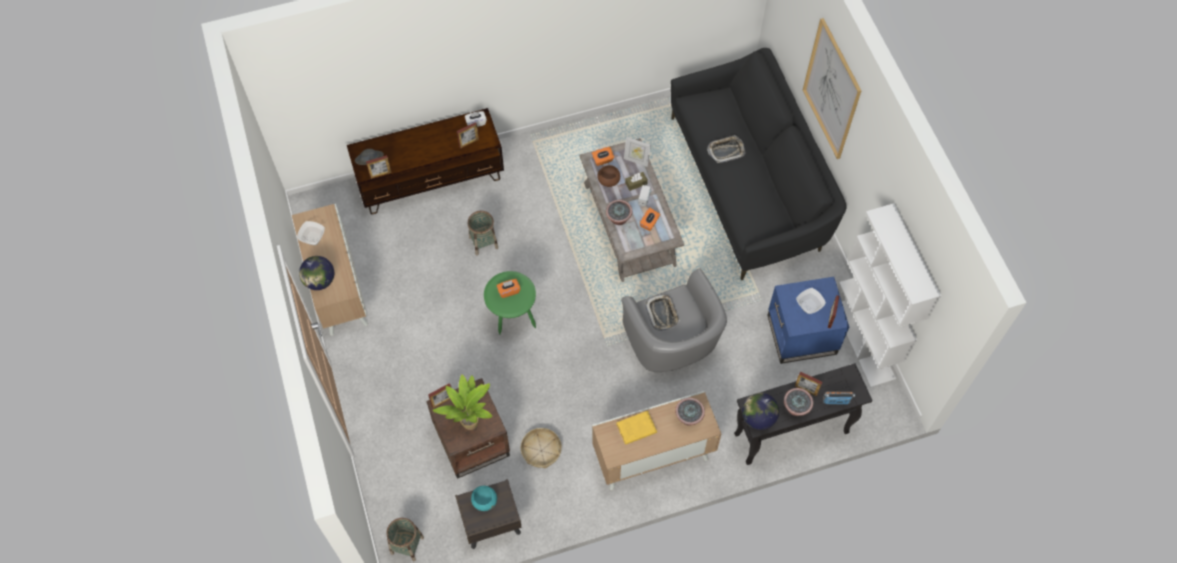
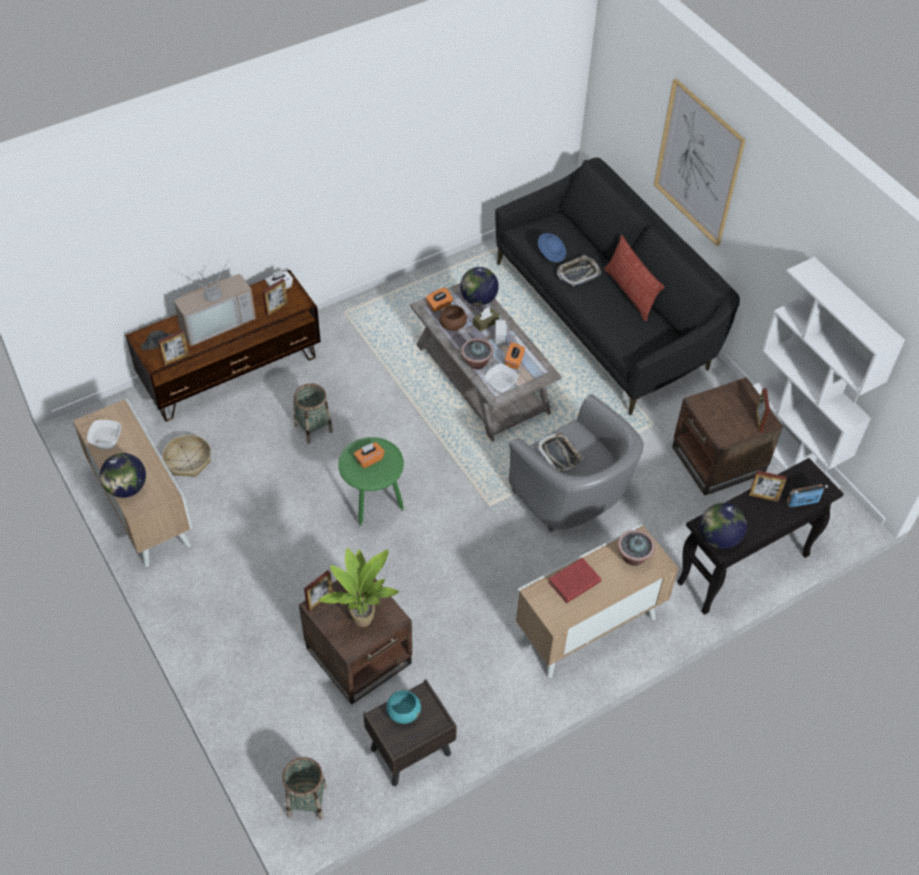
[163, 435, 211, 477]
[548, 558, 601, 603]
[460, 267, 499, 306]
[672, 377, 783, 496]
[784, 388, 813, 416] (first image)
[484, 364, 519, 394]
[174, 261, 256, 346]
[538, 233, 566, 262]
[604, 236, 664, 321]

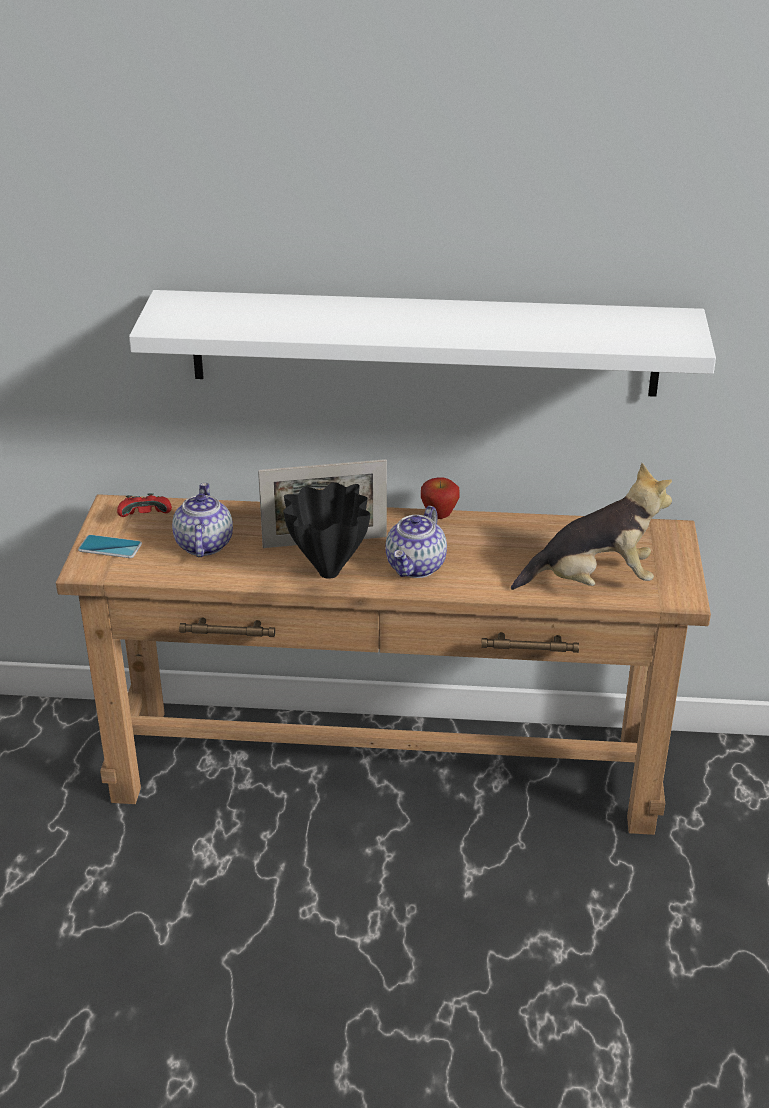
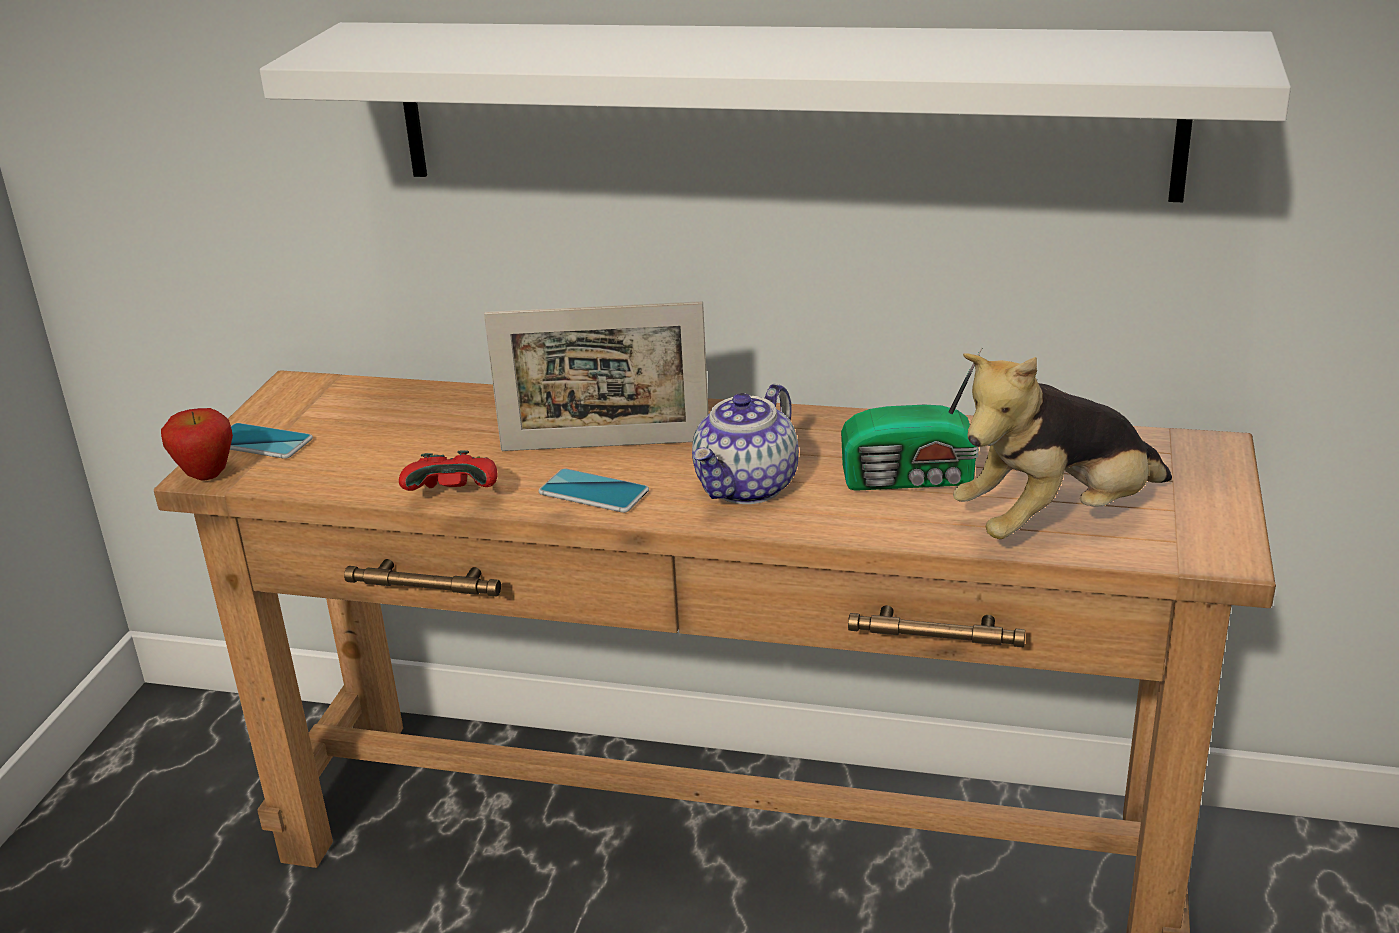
[399, 450, 498, 491]
[172, 483, 233, 557] (first image)
[539, 469, 649, 513]
[161, 408, 233, 481]
[953, 353, 1172, 539]
[841, 347, 982, 491]

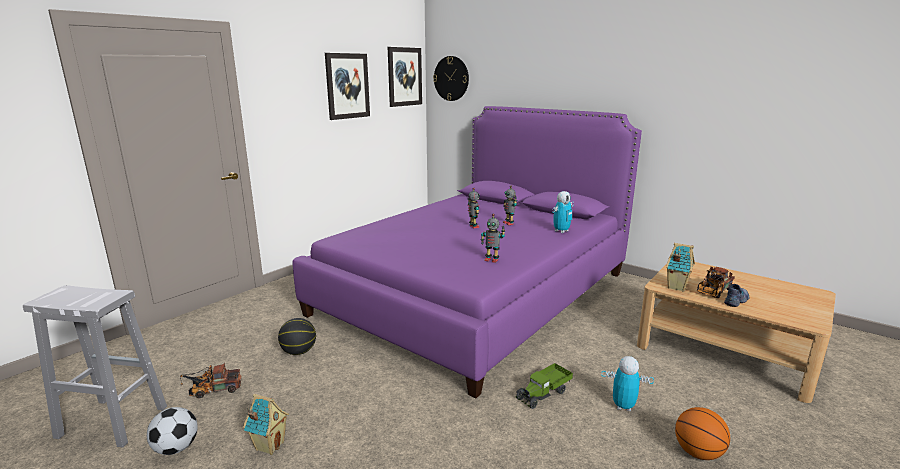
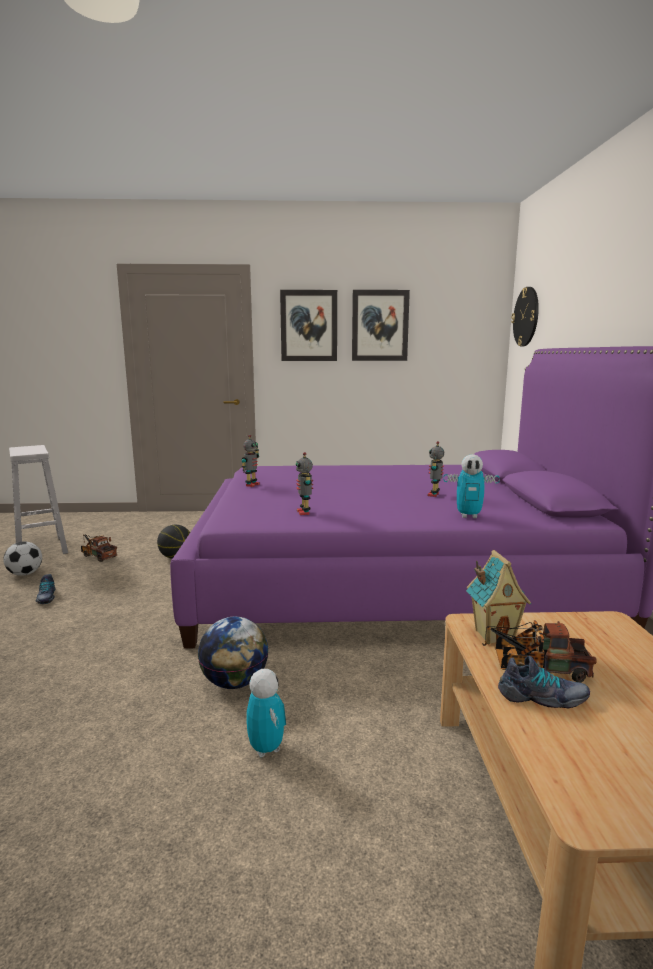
[36, 574, 56, 604]
[280, 290, 337, 361]
[241, 435, 260, 487]
[198, 617, 268, 689]
[675, 407, 730, 460] (first image)

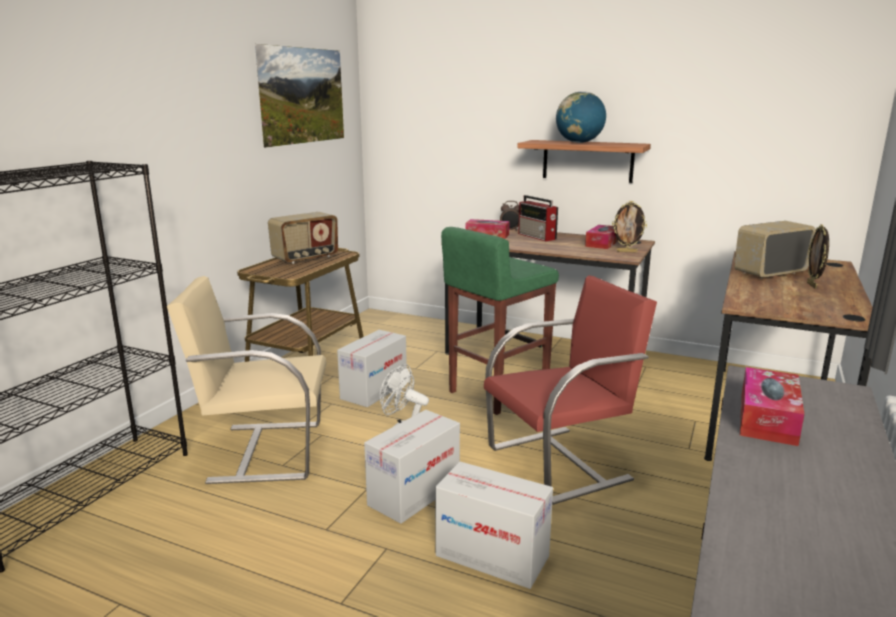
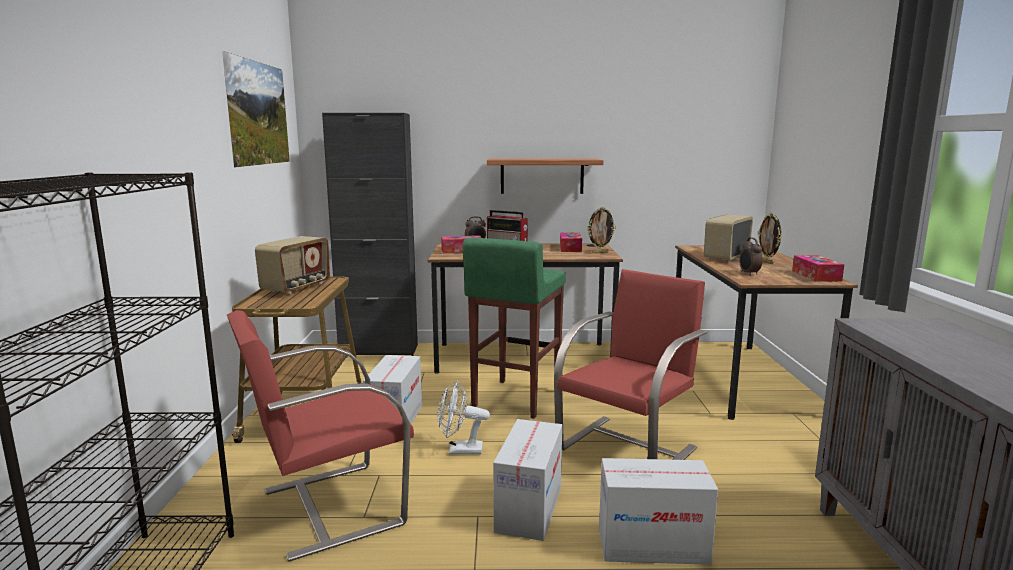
[227, 310, 414, 562]
[556, 91, 606, 143] (first image)
[792, 255, 844, 282]
[322, 113, 418, 356]
[739, 237, 763, 276]

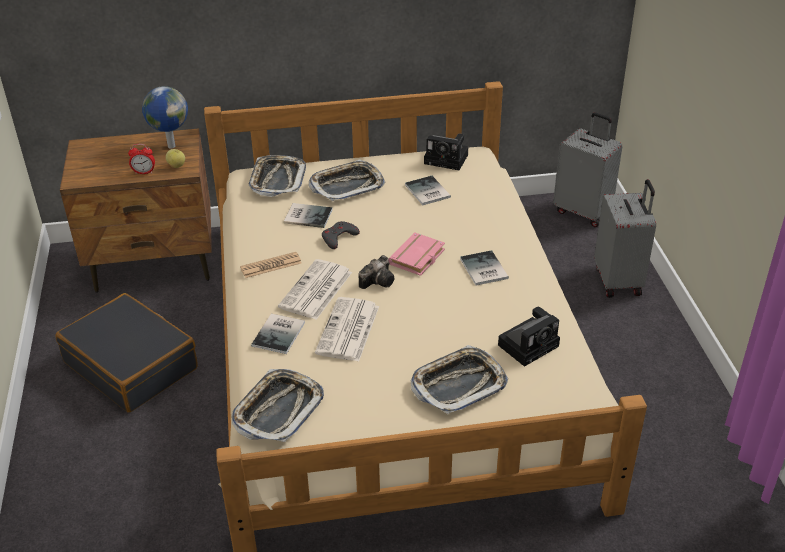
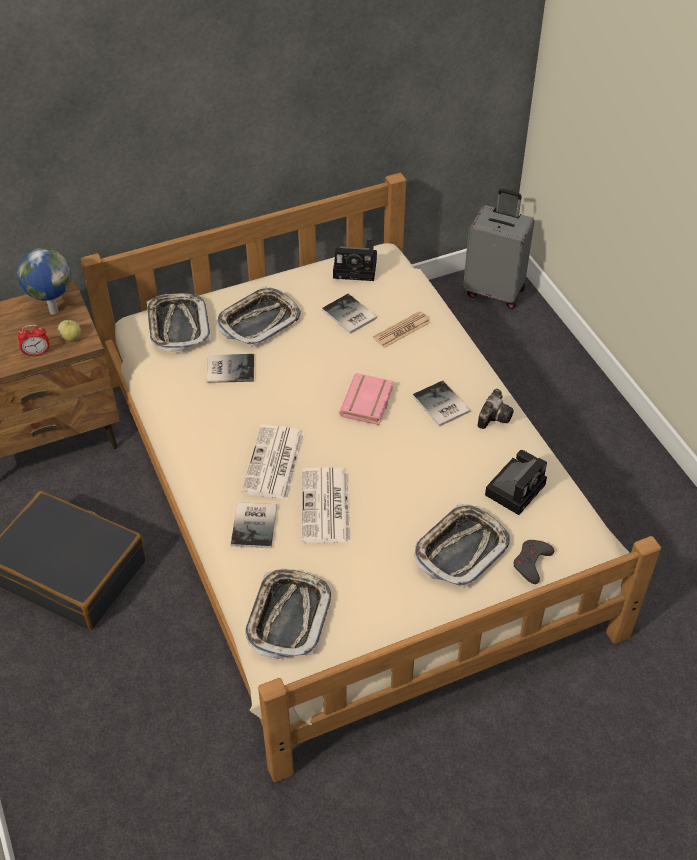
[373, 311, 430, 348]
[514, 540, 554, 584]
[477, 389, 513, 429]
[594, 179, 656, 298] (first image)

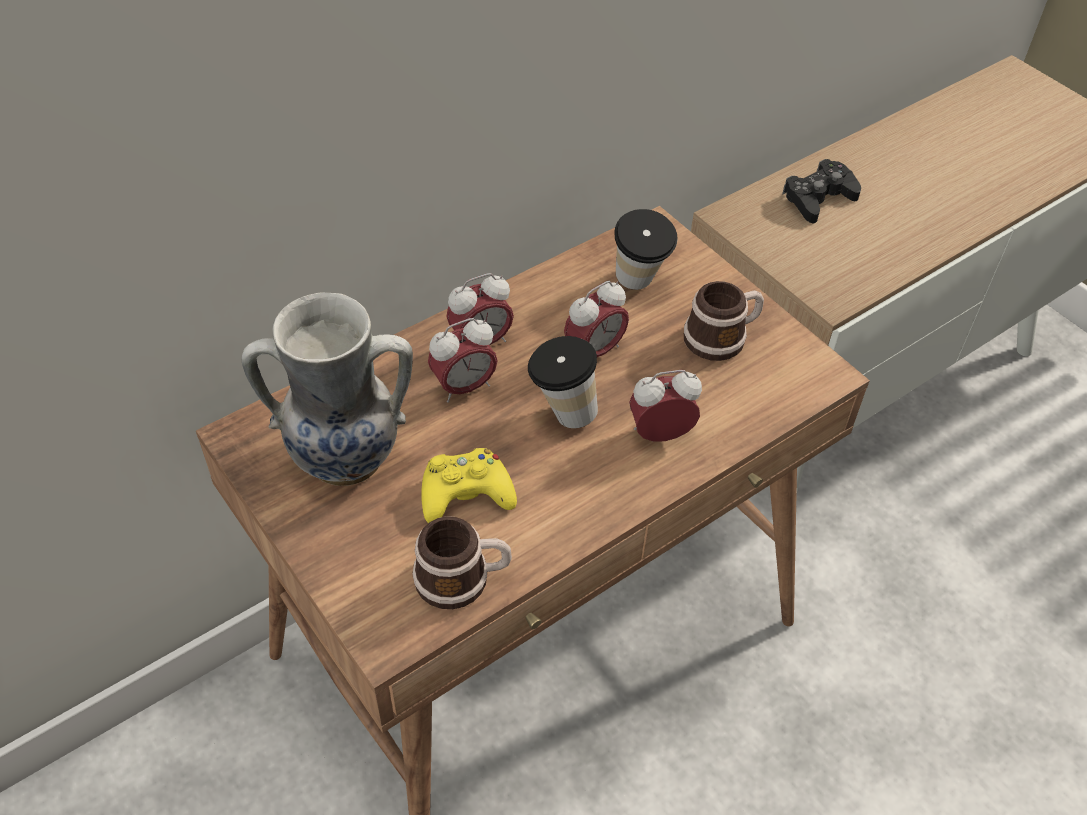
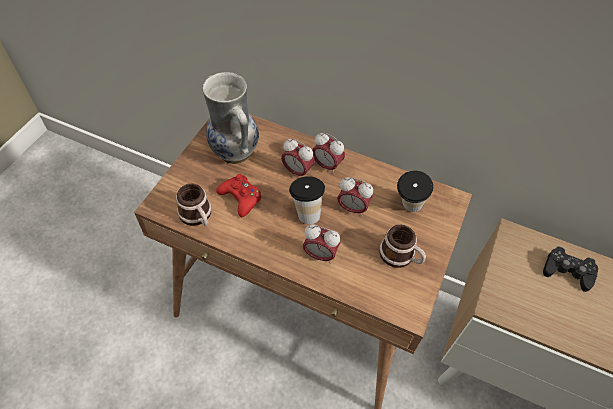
[216, 174, 261, 217]
[303, 224, 340, 264]

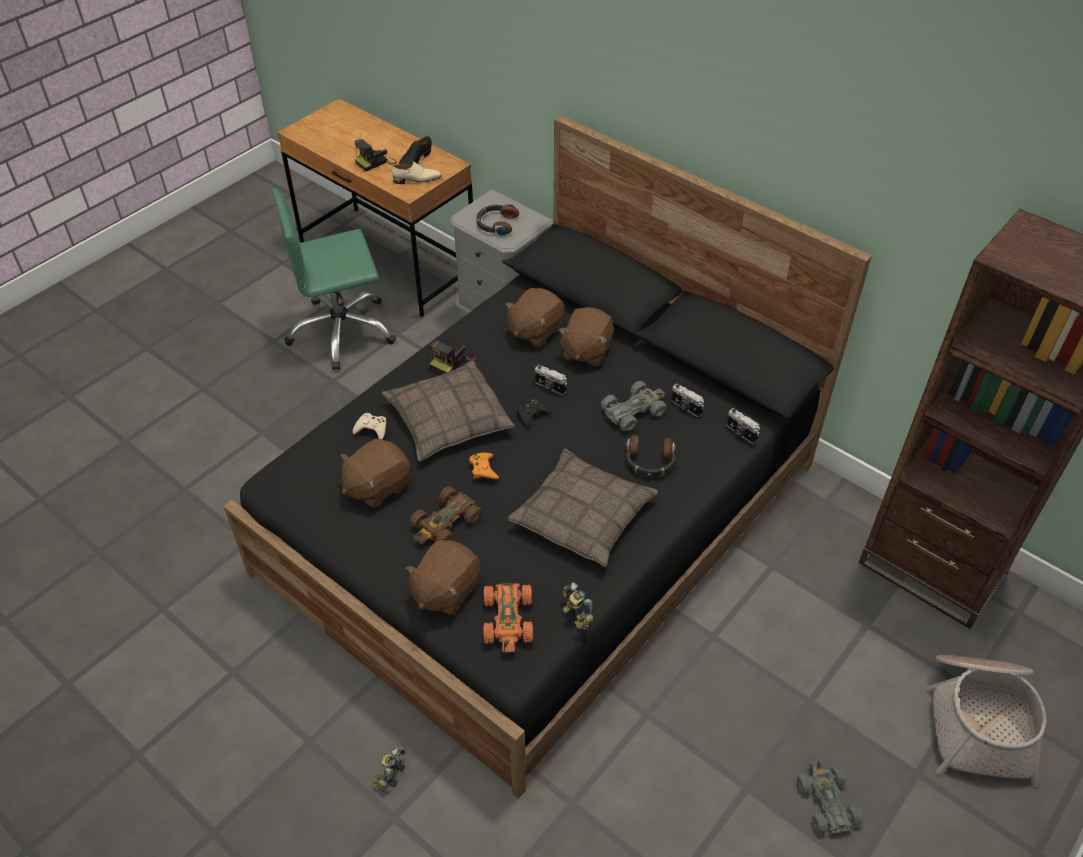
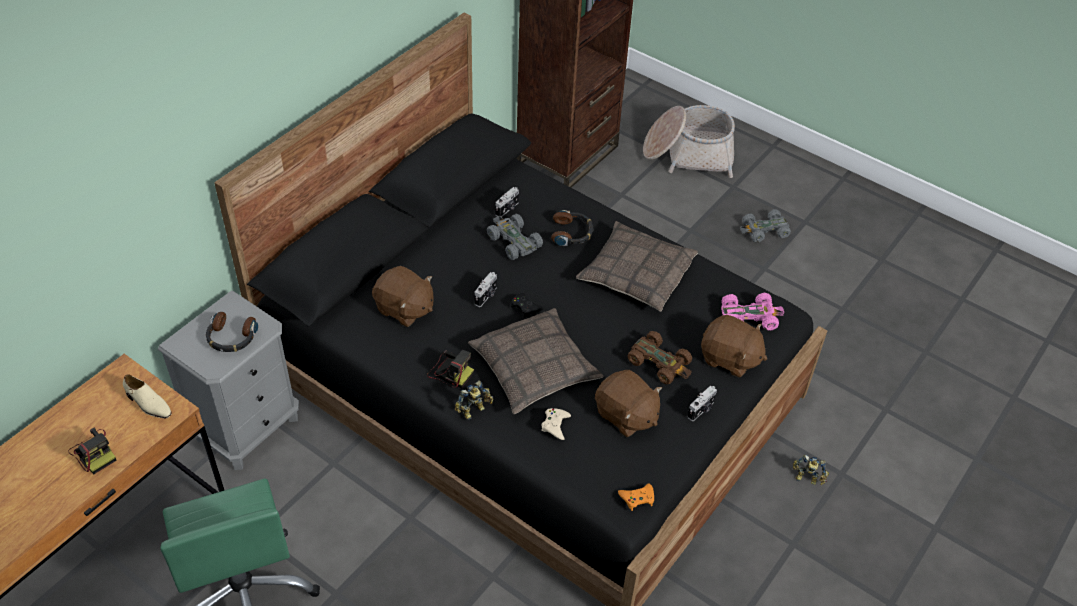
[123, 374, 172, 418]
[399, 136, 432, 165] (first image)
[618, 484, 654, 511]
[721, 293, 784, 331]
[558, 307, 614, 366] (first image)
[454, 380, 494, 420]
[687, 386, 717, 421]

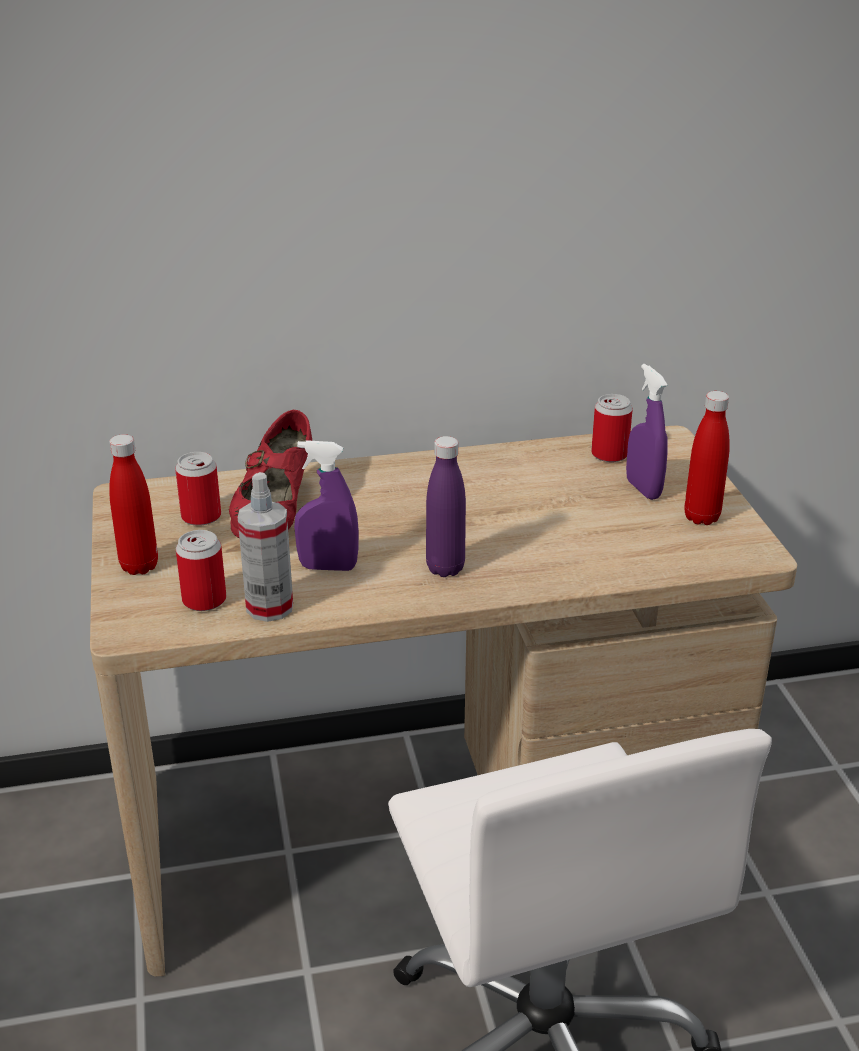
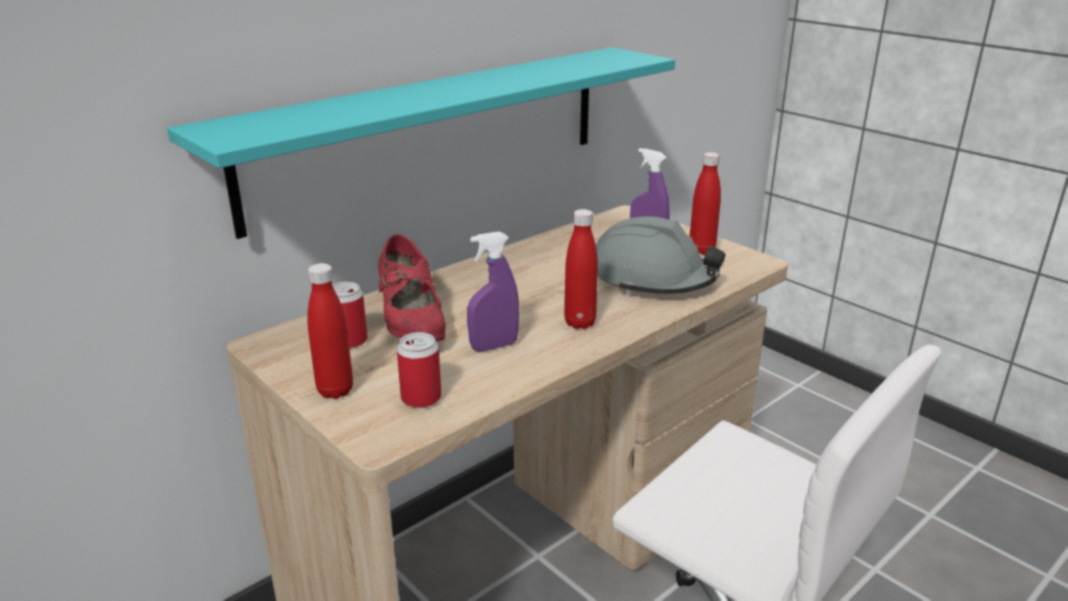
[238, 472, 293, 622] (first image)
[564, 209, 598, 329]
[591, 394, 633, 462] (first image)
[167, 47, 675, 239]
[596, 216, 725, 294]

